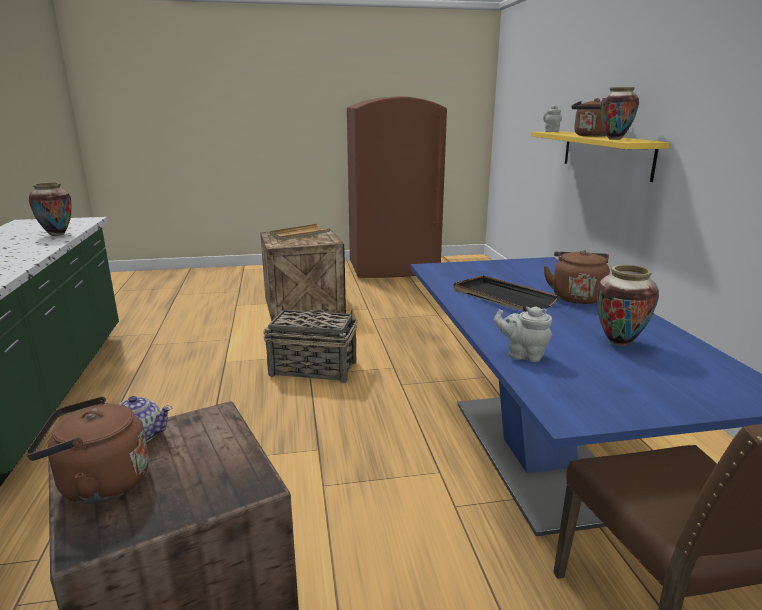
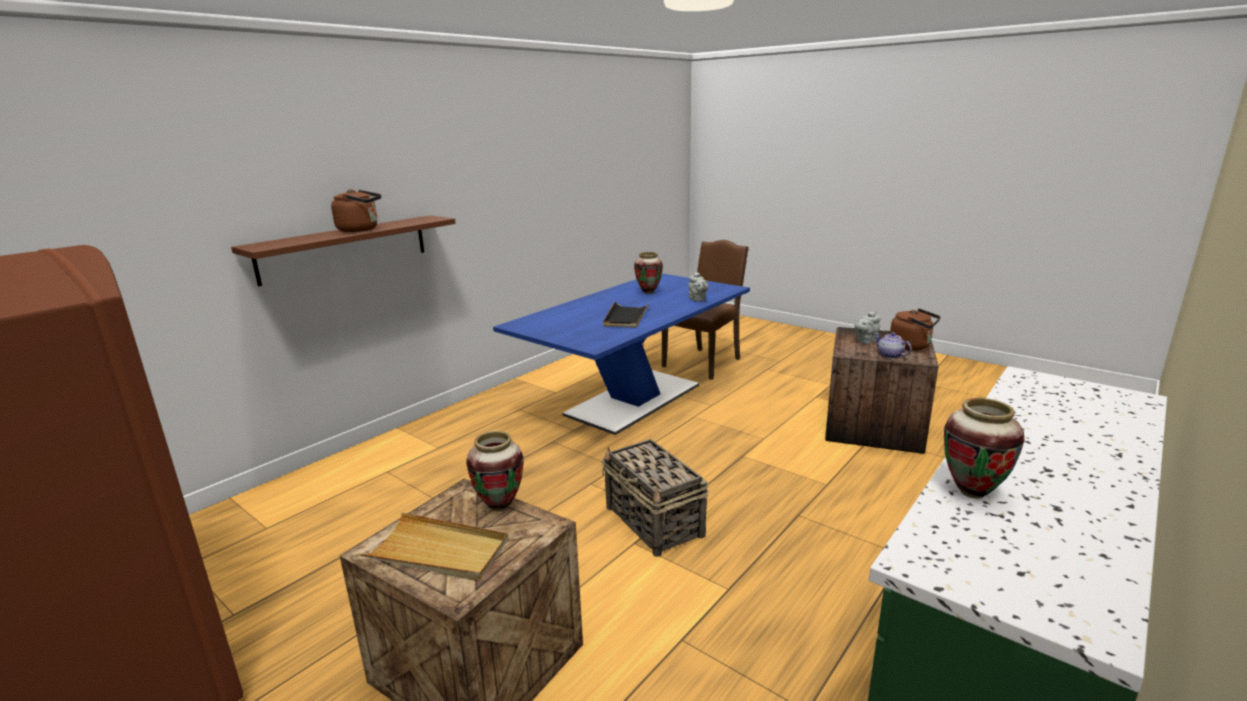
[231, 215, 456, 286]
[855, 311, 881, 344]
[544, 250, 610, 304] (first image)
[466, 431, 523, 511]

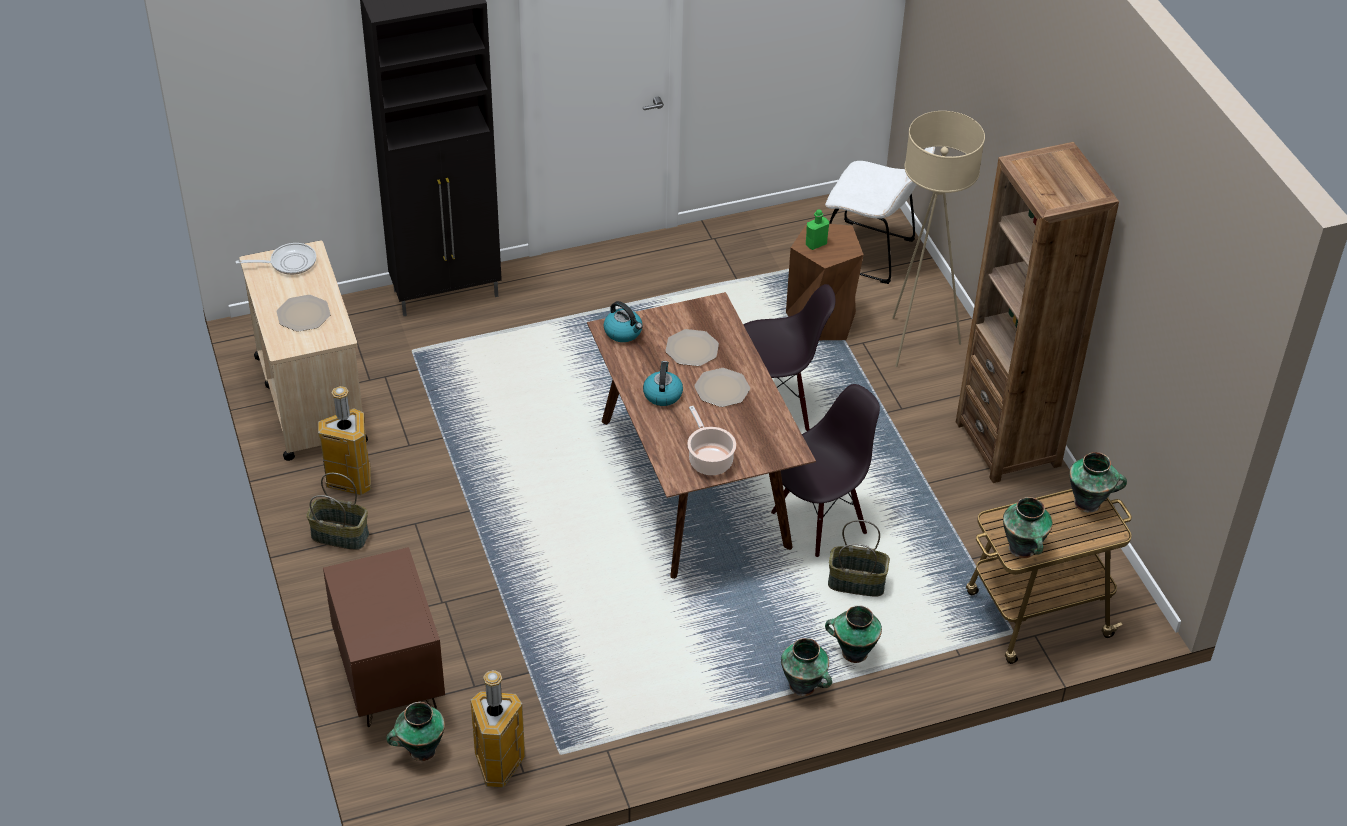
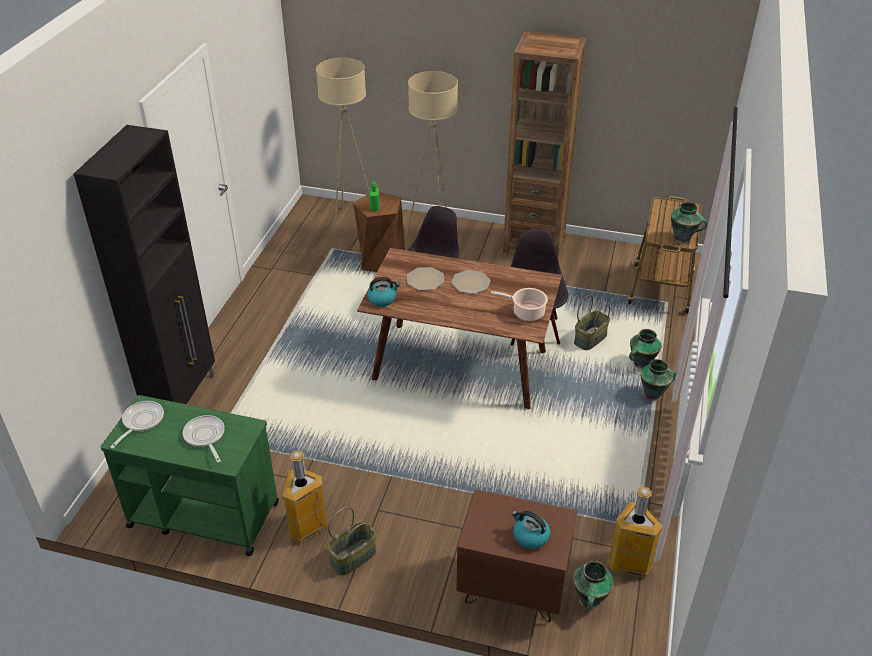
[101, 395, 279, 556]
[183, 415, 225, 463]
[512, 511, 550, 549]
[316, 58, 370, 235]
[1069, 452, 1127, 513] (first image)

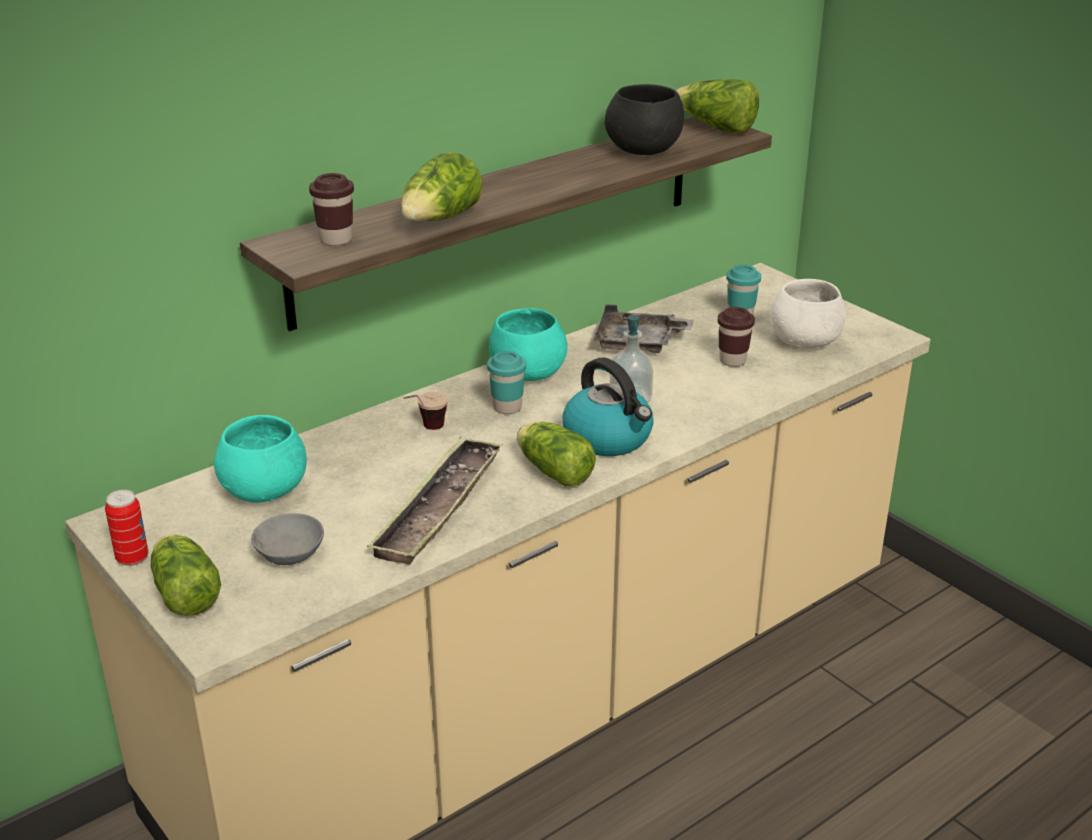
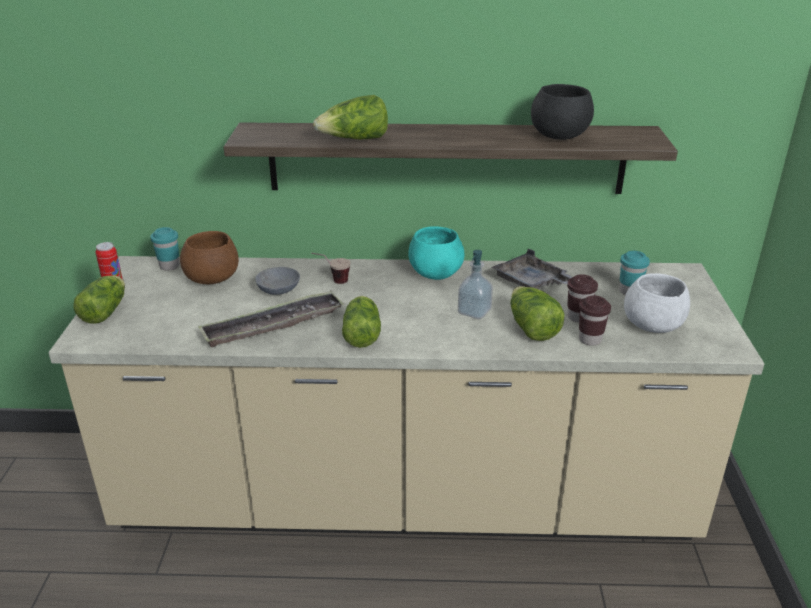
[180, 231, 239, 284]
[255, 267, 300, 295]
[579, 295, 611, 346]
[150, 227, 179, 270]
[563, 357, 654, 456] (first image)
[510, 286, 565, 341]

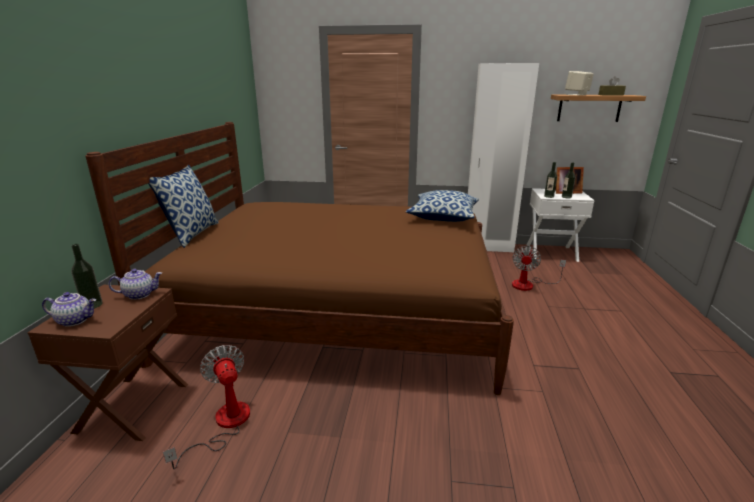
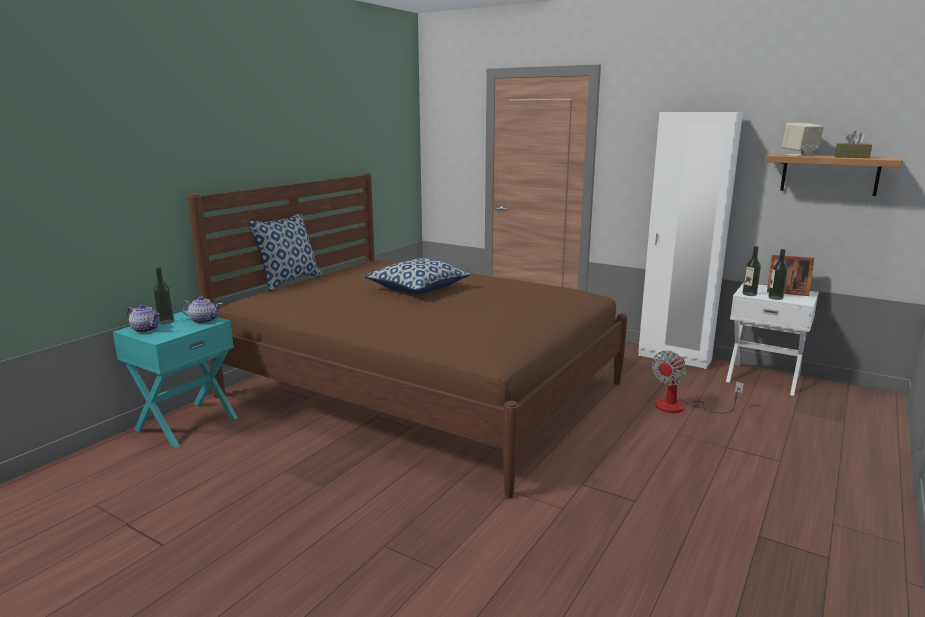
[113, 310, 238, 448]
[163, 345, 250, 469] (first image)
[363, 258, 471, 294]

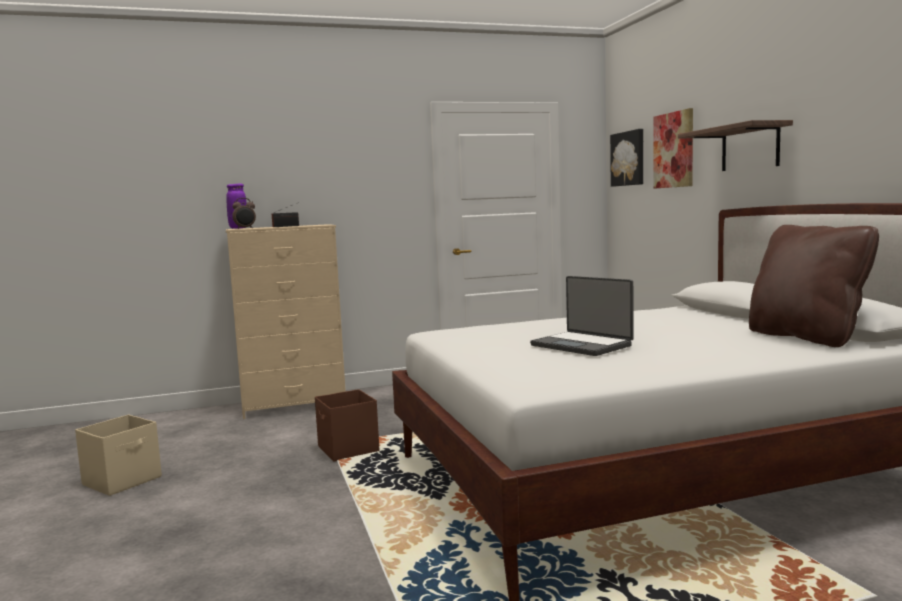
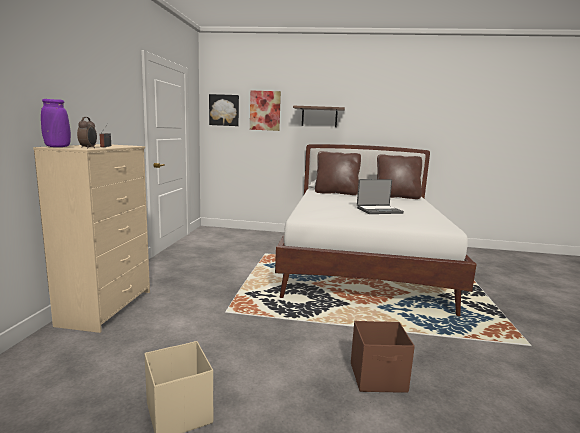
[351, 321, 415, 393]
[315, 151, 361, 195]

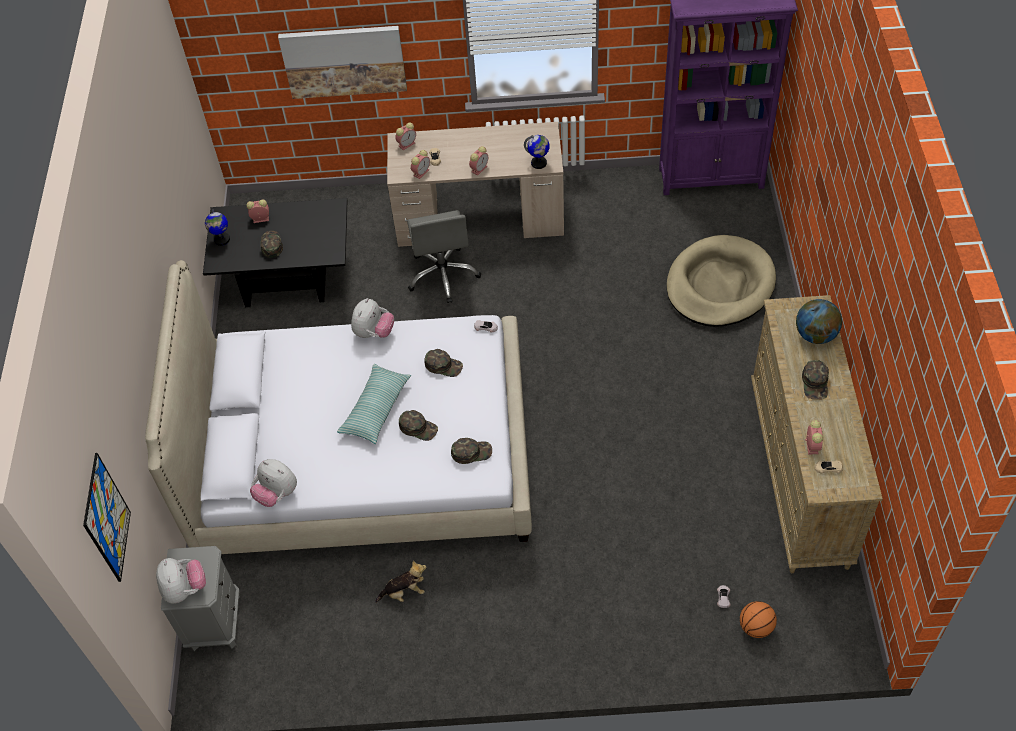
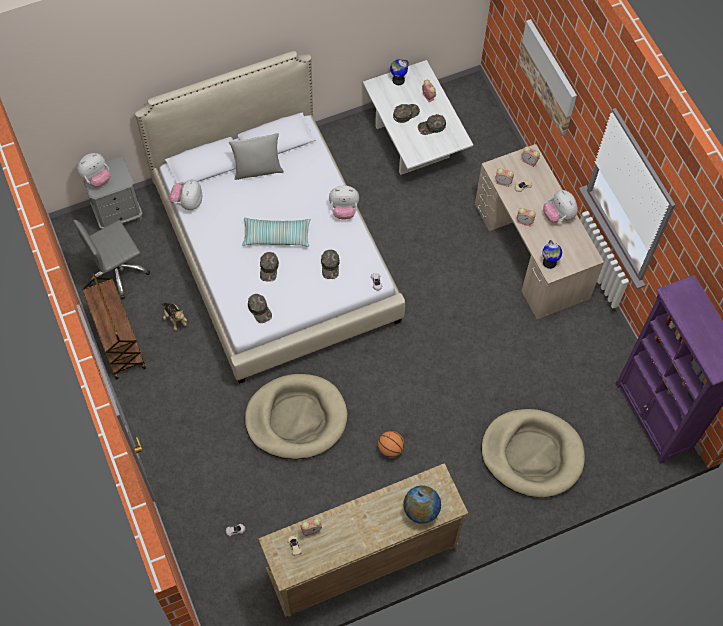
[83, 453, 131, 582] (first image)
[363, 60, 473, 175]
[73, 220, 150, 299]
[378, 431, 404, 457]
[418, 114, 446, 135]
[82, 272, 146, 380]
[229, 133, 284, 180]
[245, 374, 348, 459]
[543, 190, 578, 222]

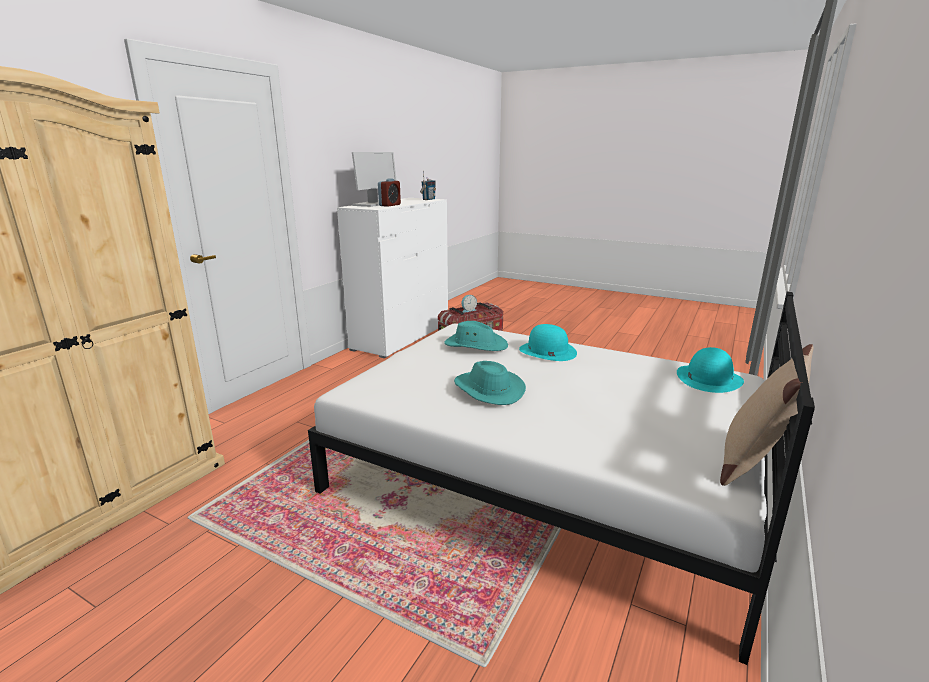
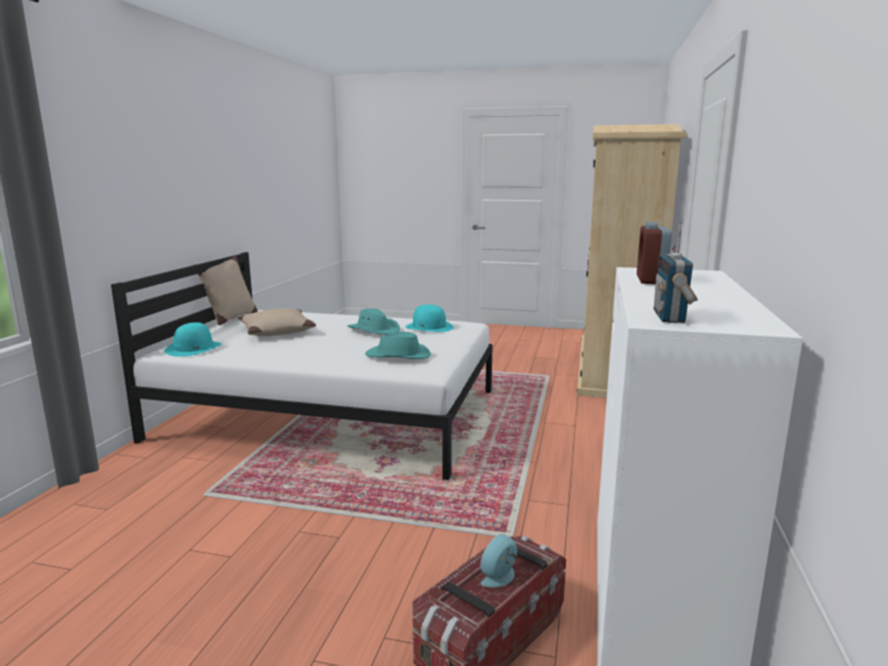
[352, 152, 397, 207] (first image)
[406, 305, 454, 332]
[237, 308, 316, 336]

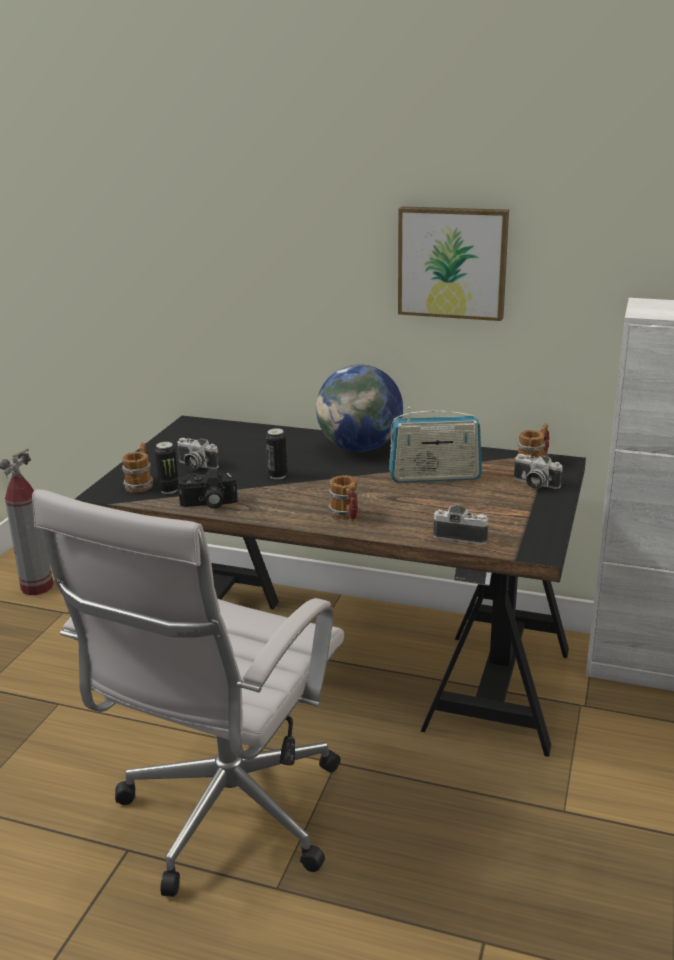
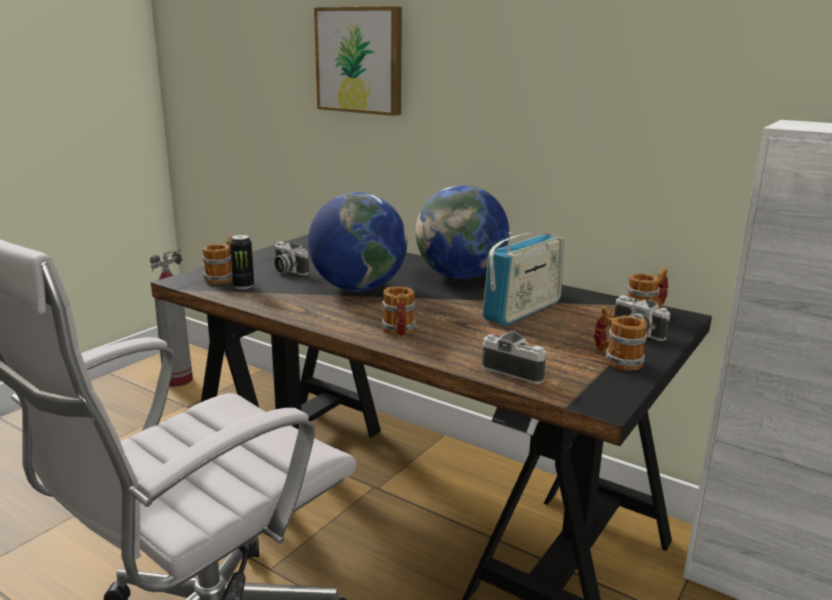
[178, 469, 237, 509] (first image)
[308, 192, 407, 292]
[482, 232, 564, 325]
[314, 6, 402, 116]
[594, 306, 648, 370]

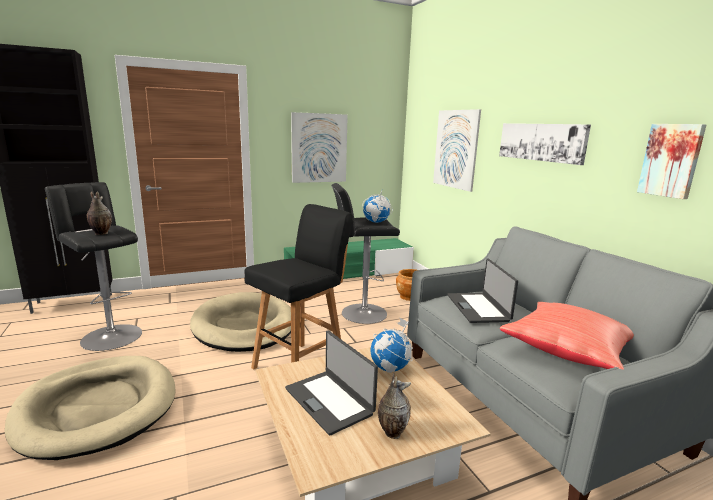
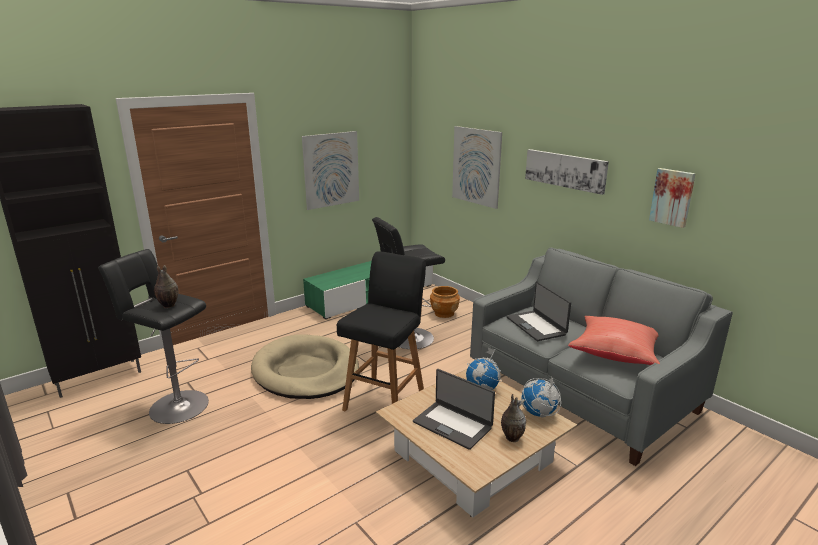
[5, 356, 176, 460] (first image)
[521, 377, 561, 417]

